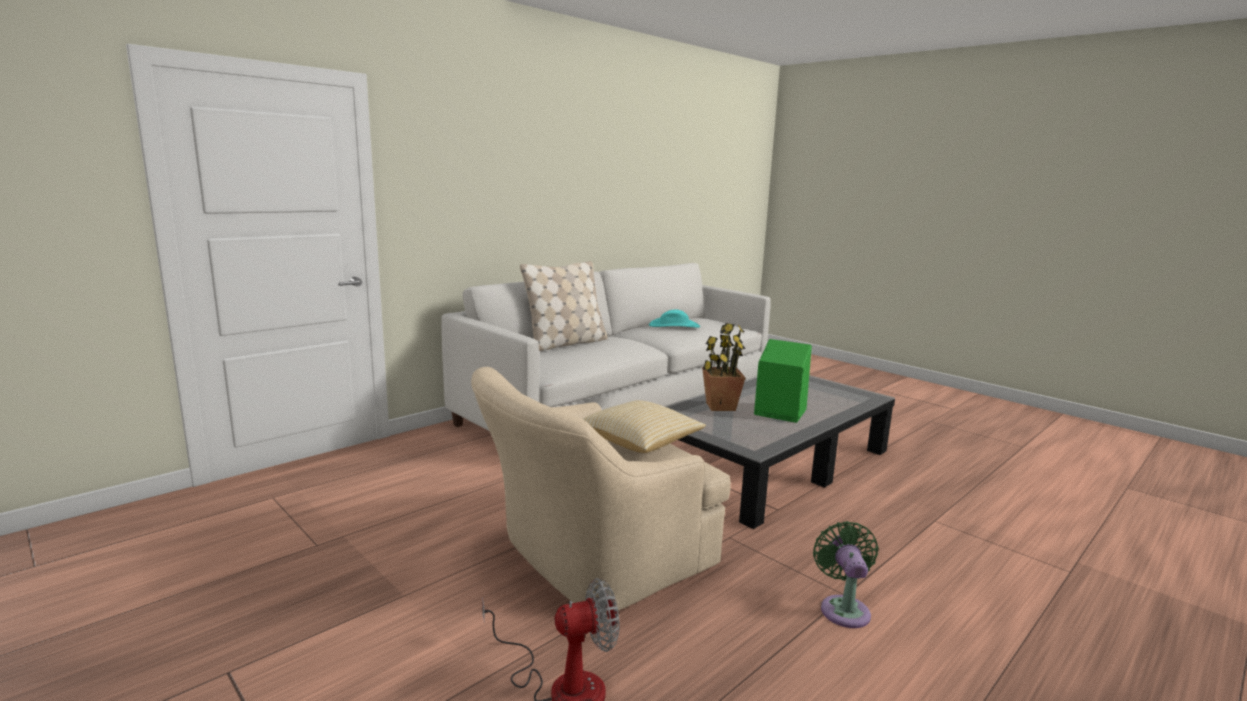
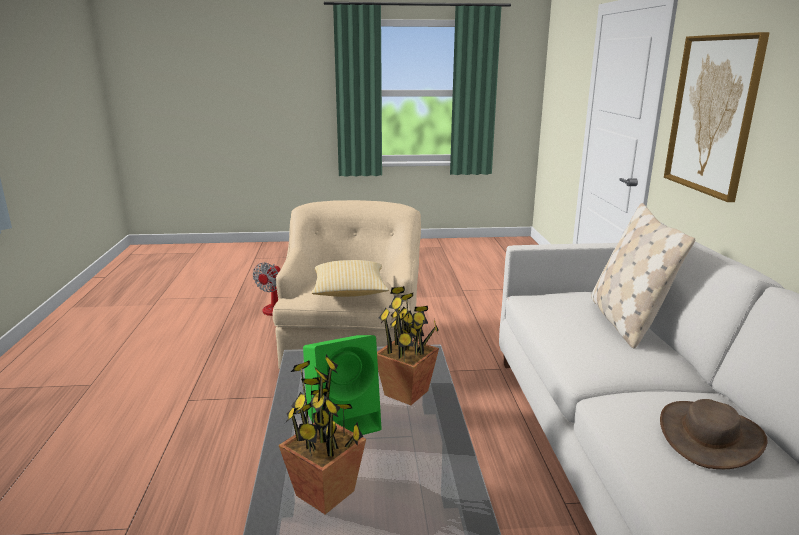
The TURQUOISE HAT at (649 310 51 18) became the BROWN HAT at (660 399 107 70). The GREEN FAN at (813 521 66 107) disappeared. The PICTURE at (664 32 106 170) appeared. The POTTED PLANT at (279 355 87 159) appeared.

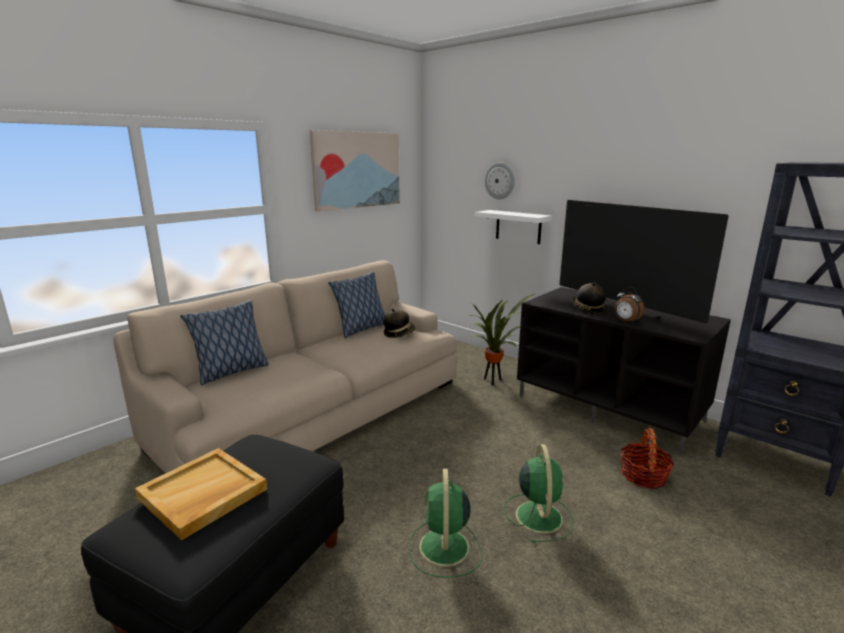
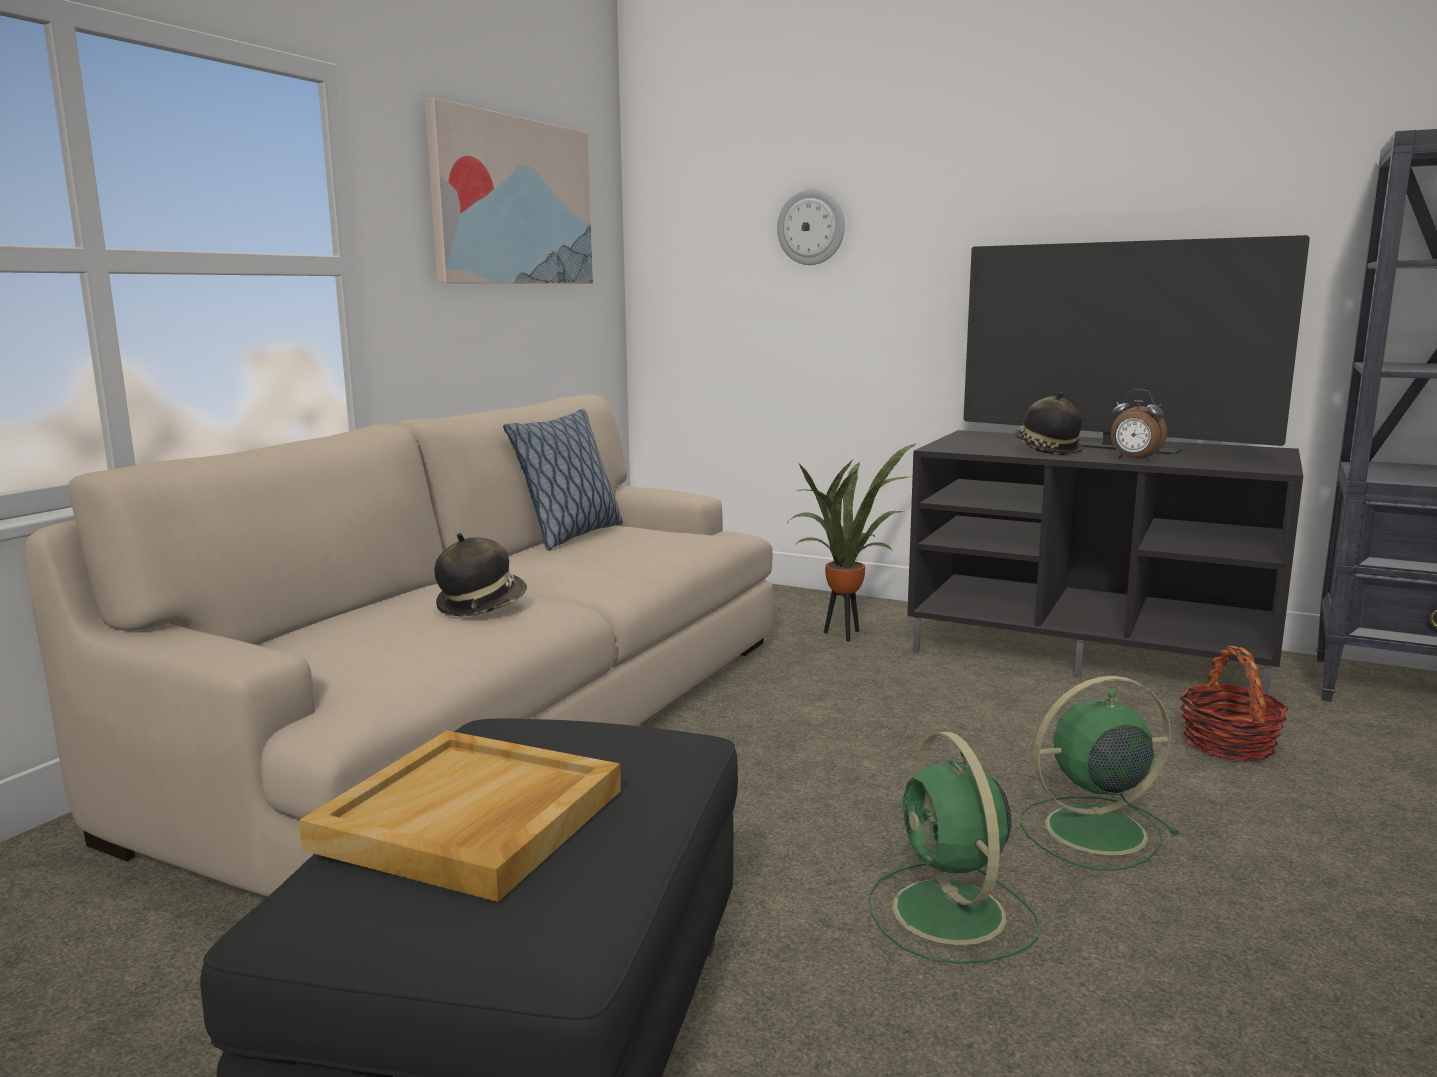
The WHITE SHELF at (475 210 77 34) disappeared. The PILLOW at (180 300 89 86) disappeared. The HAT moved from (384 308 31 30) to (435 533 92 83). The GREEN FAN at (504 444 70 99) turned 90 degrees counterclockwise.

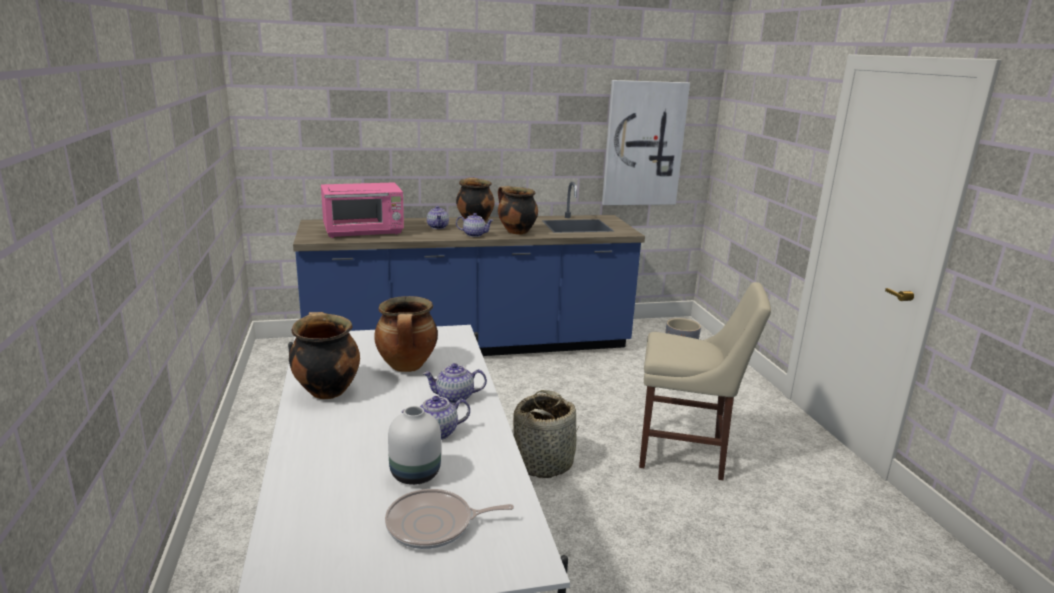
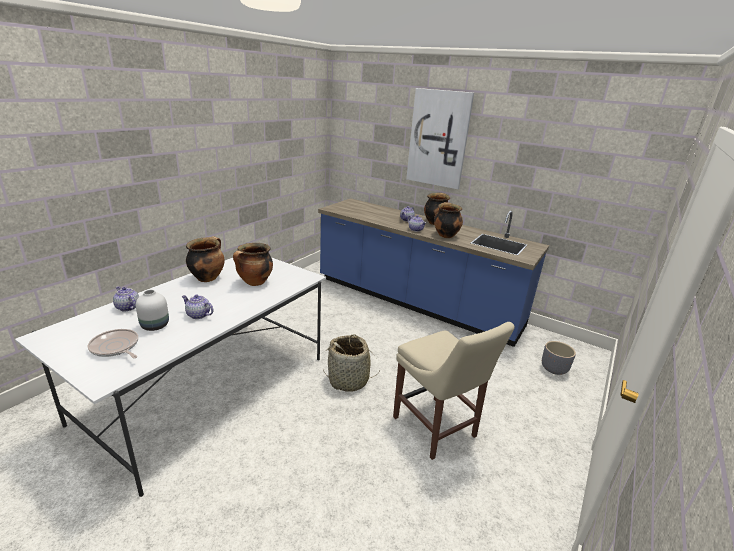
The PICTURE moved from (602 80 88 125) to (406 88 68 101). The PINK MICROWAVE at (321 182 83 56) disappeared. The TEAPOT moved from (423 363 64 41) to (113 286 26 25).

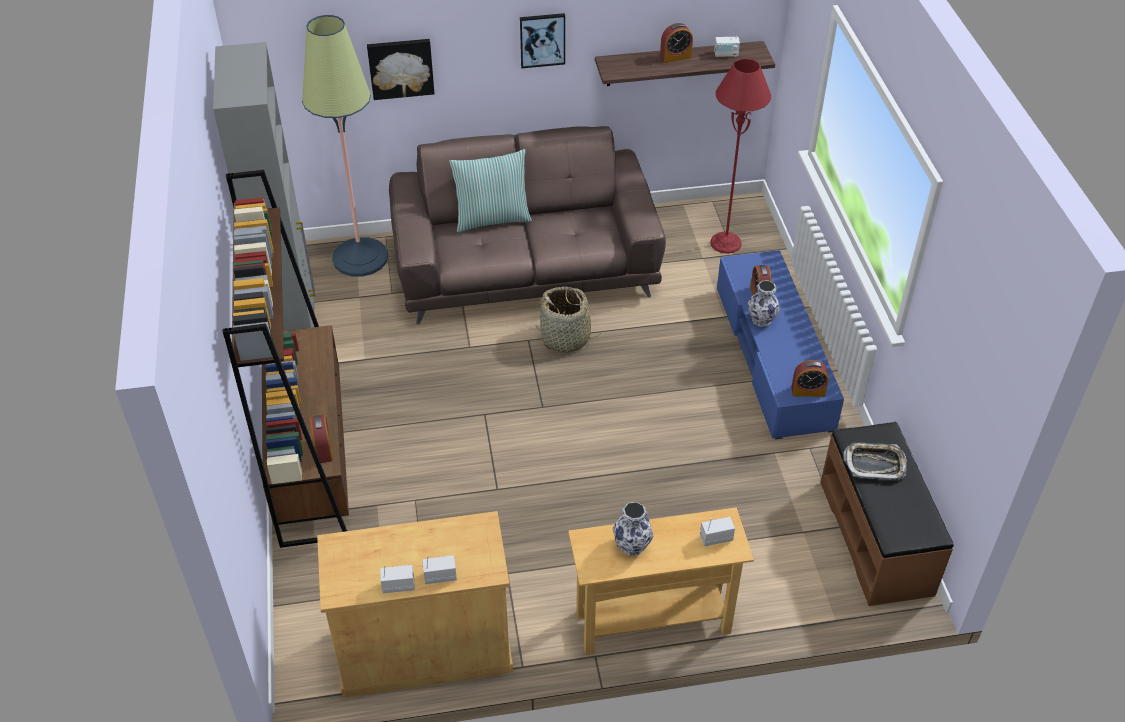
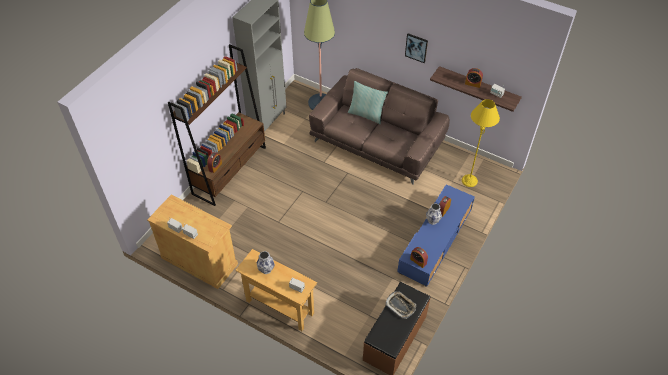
The PICTURE at (367 39 68 61) disappeared. The RED FLOOR LAMP at (710 58 61 196) became the YELLOW FLOOR LAMP at (462 99 38 88). The BASKET at (536 287 65 66) disappeared.

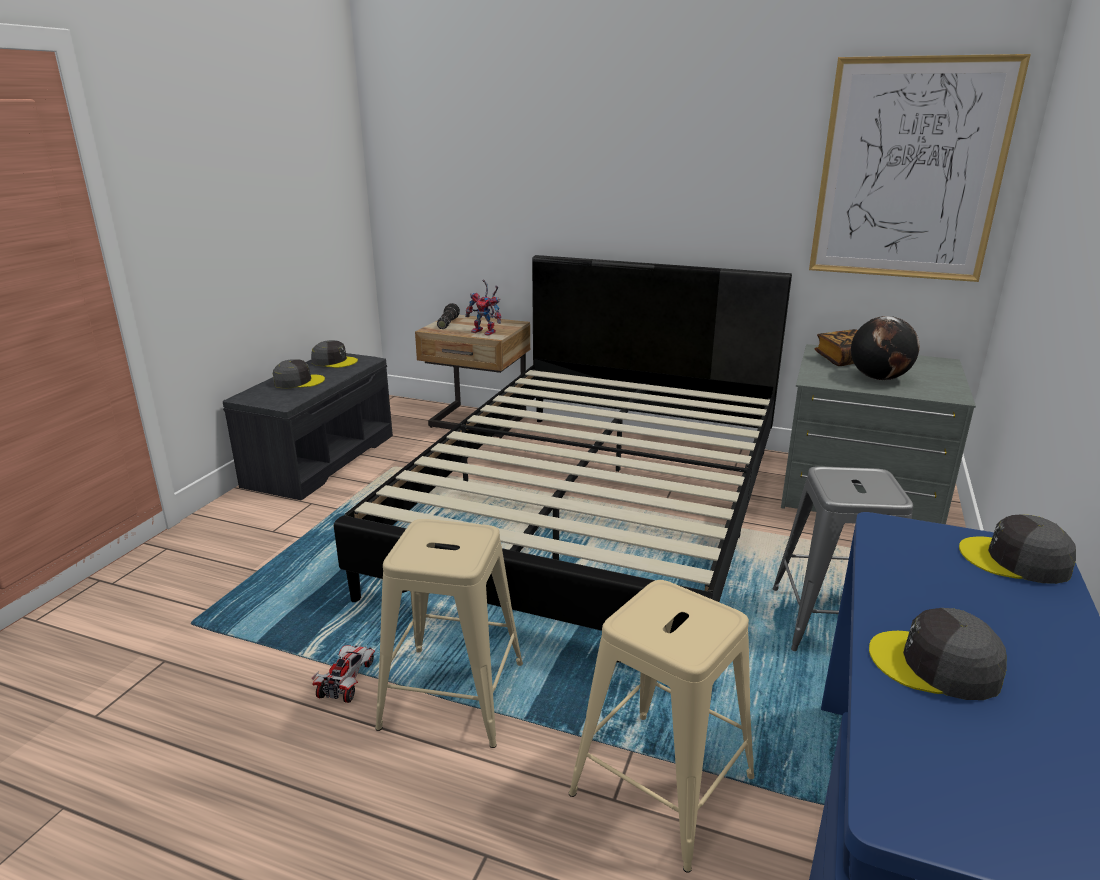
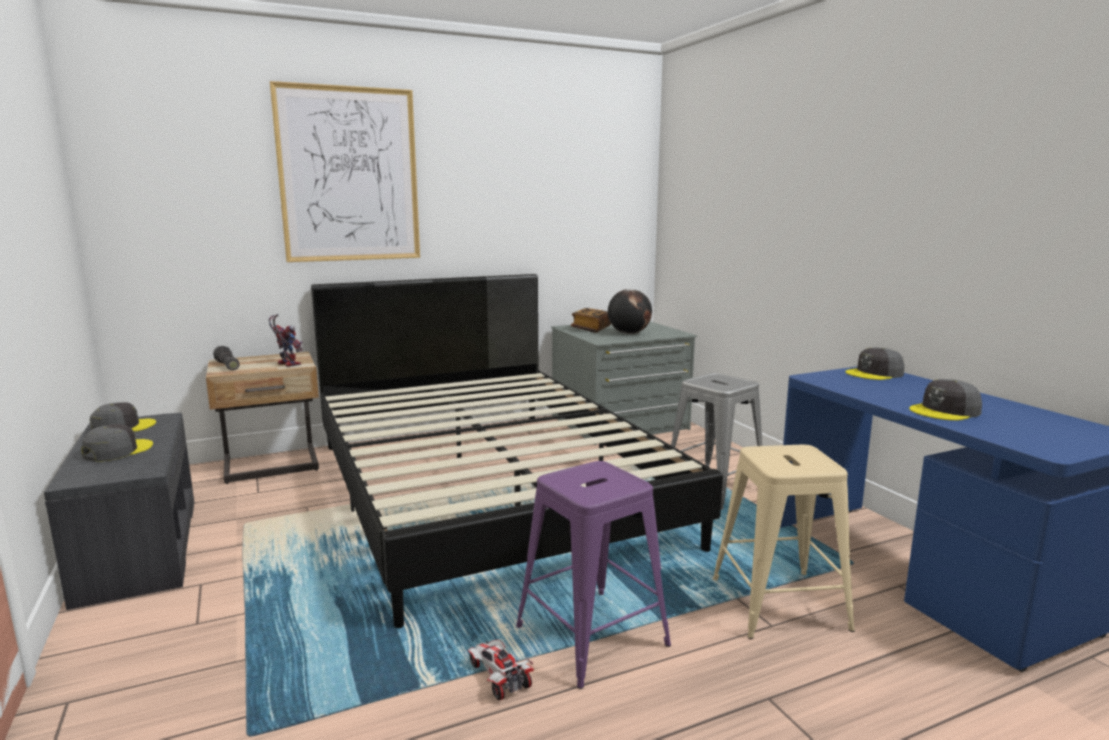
The PICTURE moved from (809 54 222 228) to (270 81 150 181). The TOY ROBOT at (465 280 36 56) turned 120 degrees counterclockwise. The BEIGE STOOL at (375 519 148 229) became the PURPLE STOOL at (516 461 155 228).

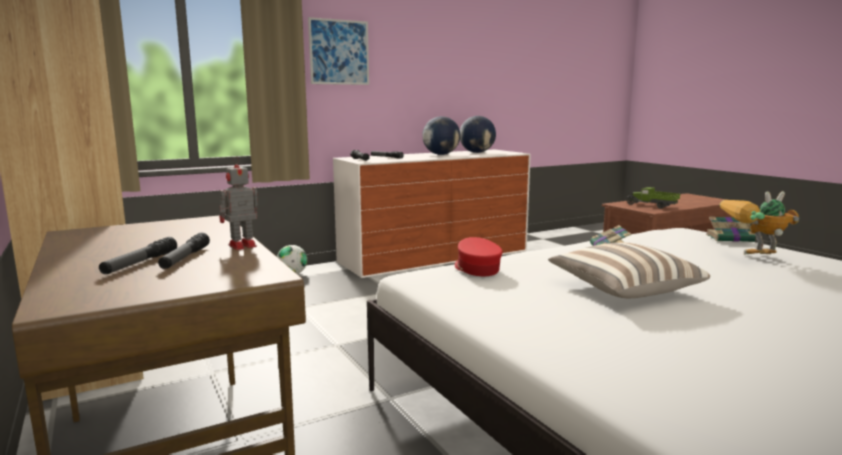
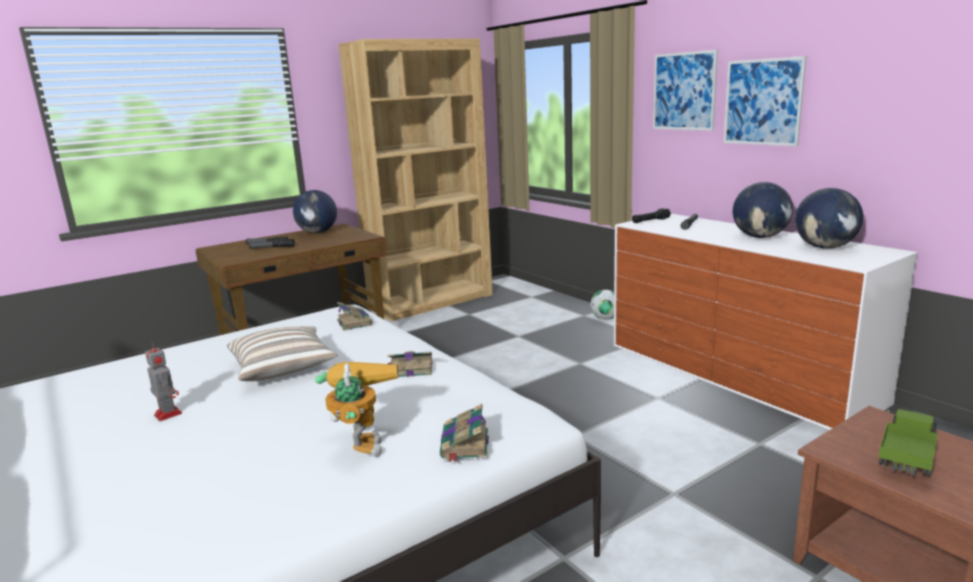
The TOY ROBOT moved from (220 156 38 94) to (145 342 37 79). The RED CAP at (455 237 48 39) was replaced by the BOOK at (337 302 36 29). The PICTURE at (724 56 82 90) appeared. The GLOBE at (293 190 44 43) appeared.

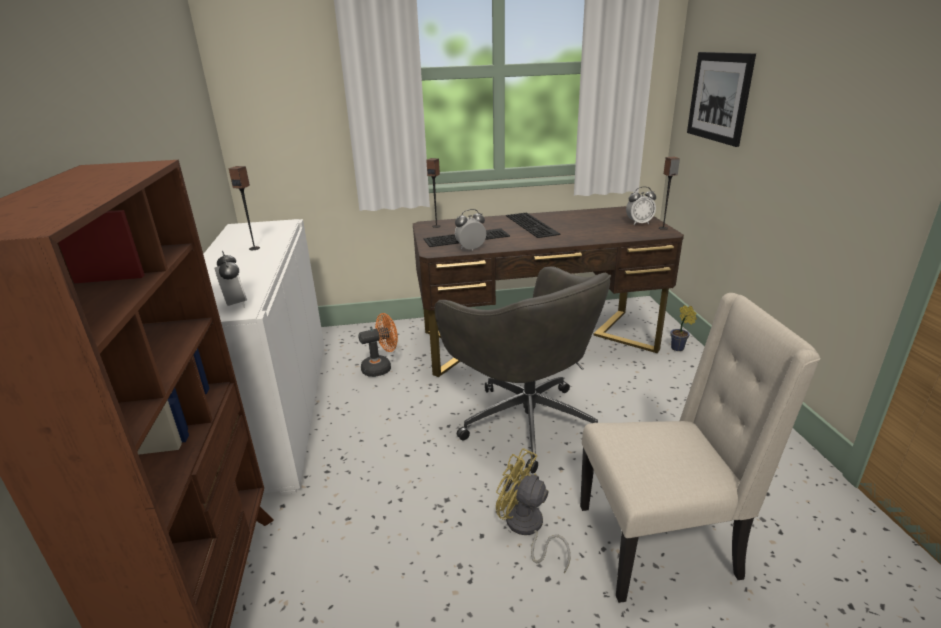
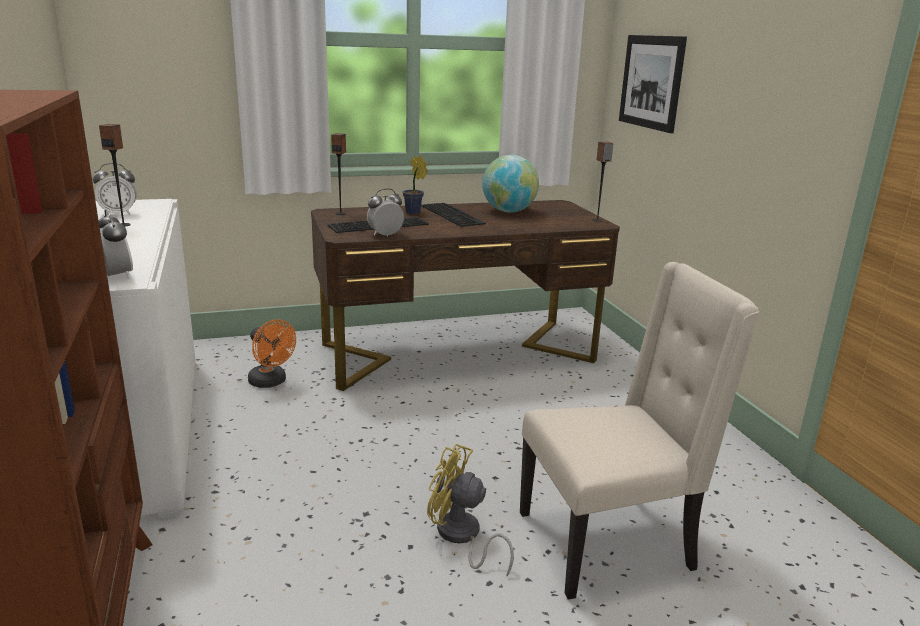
The ALARM CLOCK moved from (626 187 30 38) to (92 163 44 53). The GREY OFFICE CHAIR at (434 266 177 208) disappeared. The POTTED PLANT moved from (671 305 26 46) to (403 155 25 59). The ORANGE FAN at (358 313 40 64) turned 75 degrees clockwise. The GLOBE at (482 155 57 57) appeared.

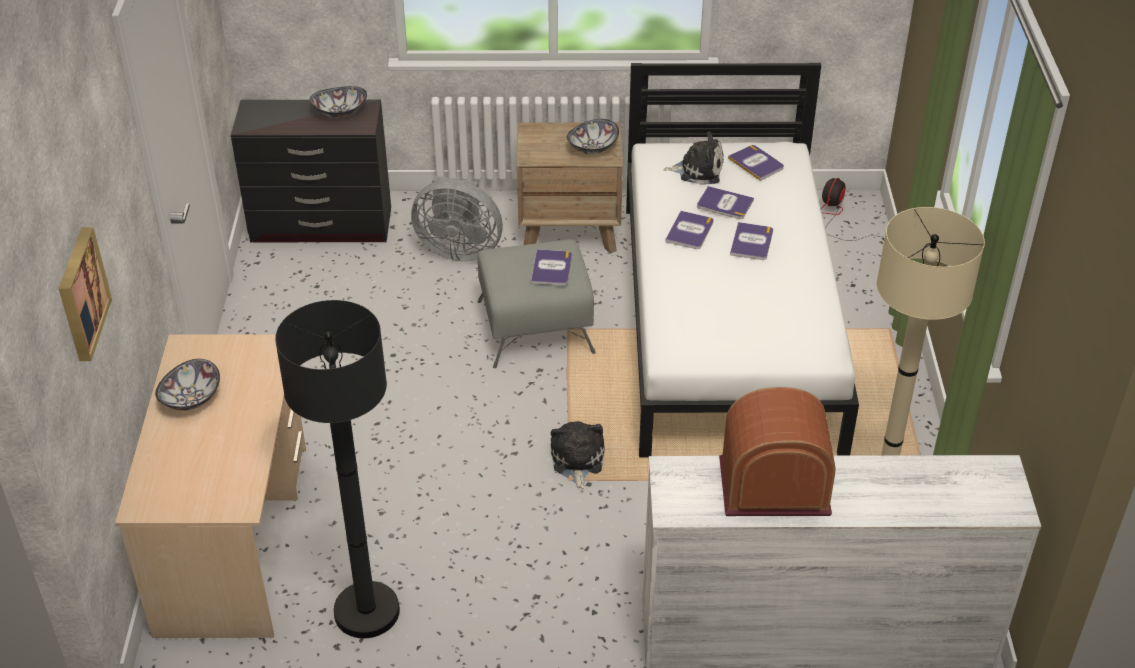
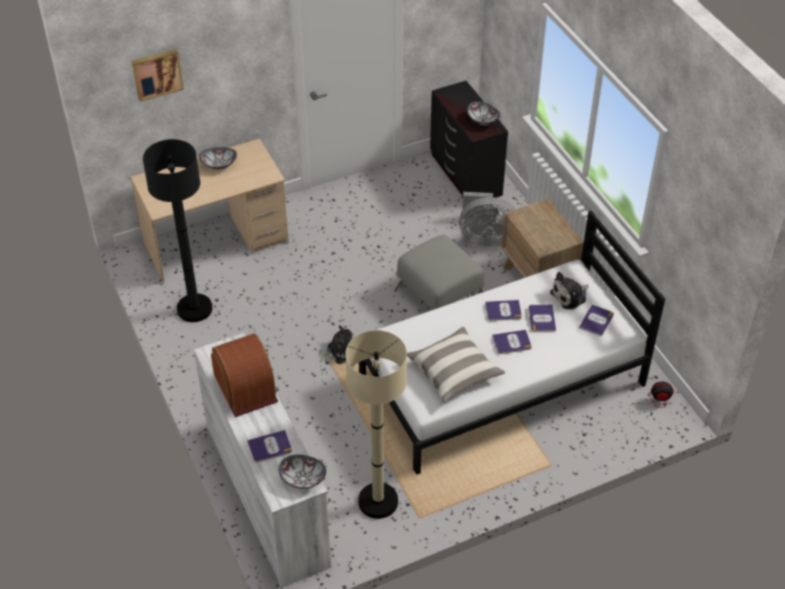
The BOWL moved from (567 119 52 35) to (279 455 47 34). The PLUSH TOY at (663 131 61 54) turned 75 degrees clockwise. The GREY FAN at (411 176 92 86) turned 75 degrees counterclockwise. The BOOK moved from (531 249 41 37) to (247 430 45 33). The PILLOW at (407 326 98 77) appeared.

